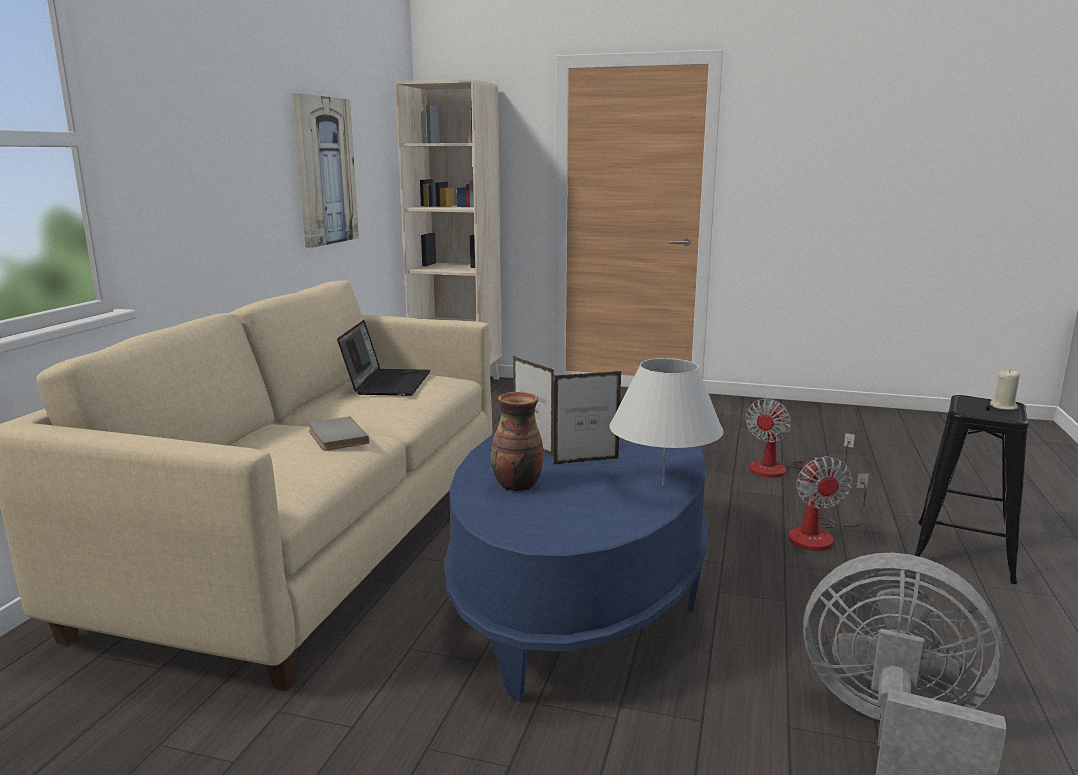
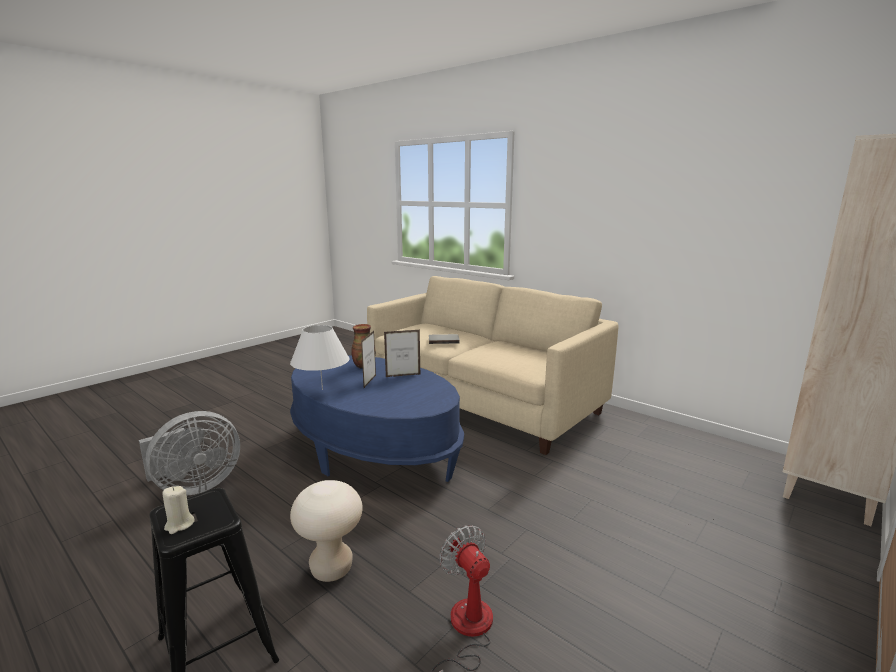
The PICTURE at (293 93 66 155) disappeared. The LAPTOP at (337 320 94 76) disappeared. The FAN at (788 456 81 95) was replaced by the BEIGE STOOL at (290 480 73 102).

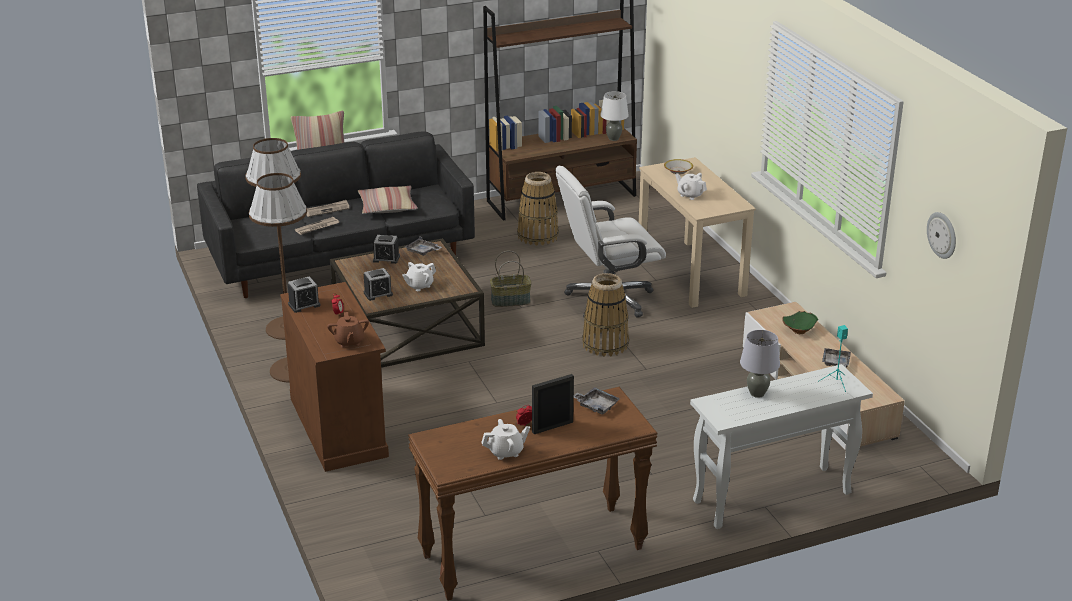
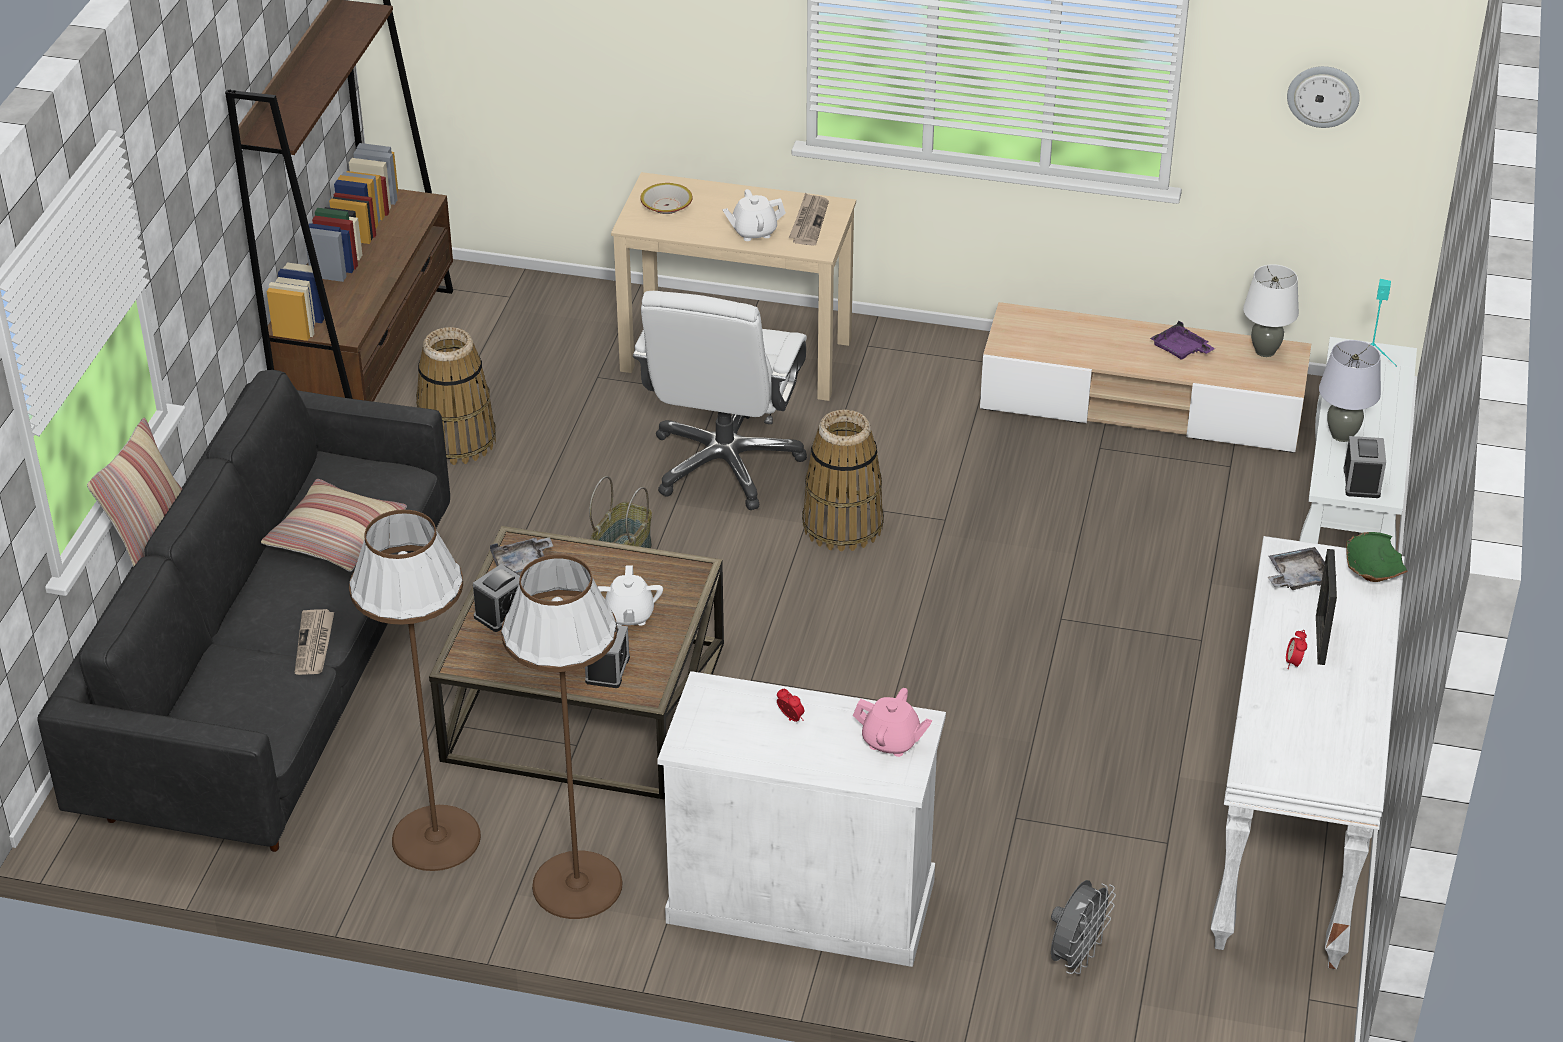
The WHITE TABLE LAMP moved from (600 91 29 50) to (1243 264 56 93). The NEWSPAPER moved from (306 200 44 17) to (789 193 40 53). The ALARM CLOCK moved from (288 276 33 37) to (1344 436 42 62). The BROWN CABINET at (280 282 109 190) became the WHITE CABINET at (657 671 289 296). The GREEN BOWL moved from (782 311 36 23) to (1346 532 61 50). The BROWN TEAPOT at (327 312 42 36) became the PINK TEAPOT at (853 688 79 69). The GREY TRAY at (822 348 29 20) became the PURPLE TRAY at (1150 320 65 39). The BROWN CONSOLE TABLE at (408 387 250 214) became the WHITE CONSOLE TABLE at (1211 536 194 434). The WHITE TEAPOT at (481 419 49 41) disappeared. The GREY FAN at (1051 880 65 94) appeared.

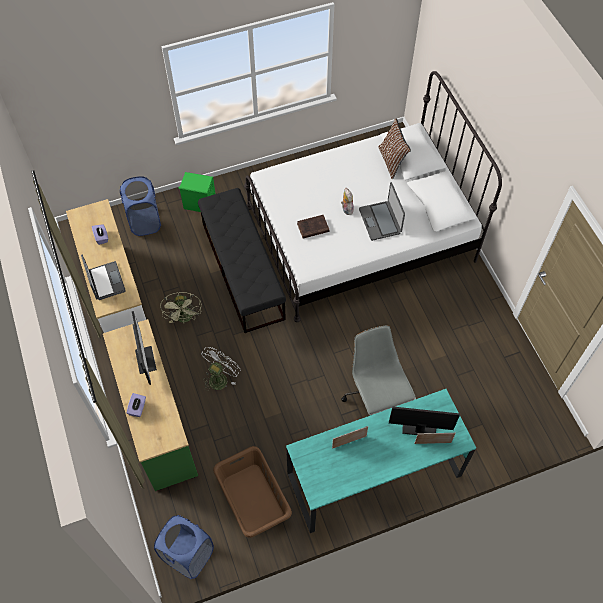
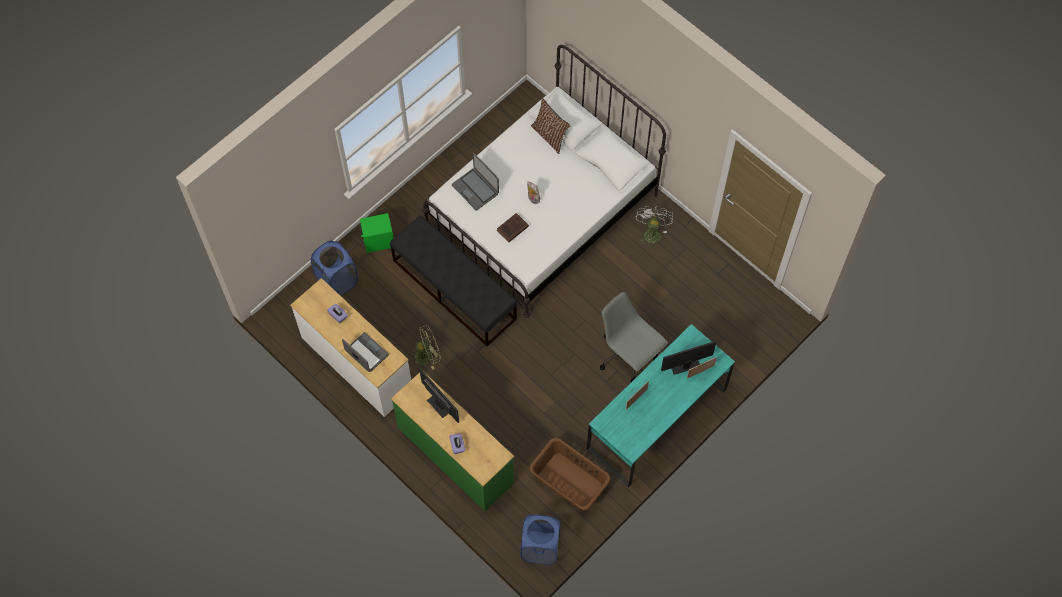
The LAPTOP moved from (359 182 46 59) to (452 153 47 58). The GREEN FAN at (160 292 41 32) turned 75 degrees counterclockwise. The WHITE FAN moved from (201 347 39 44) to (635 206 38 41).

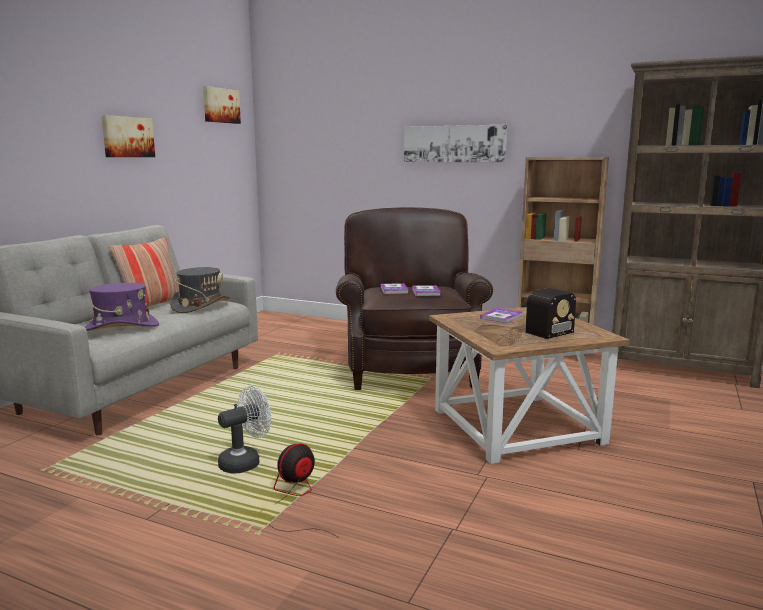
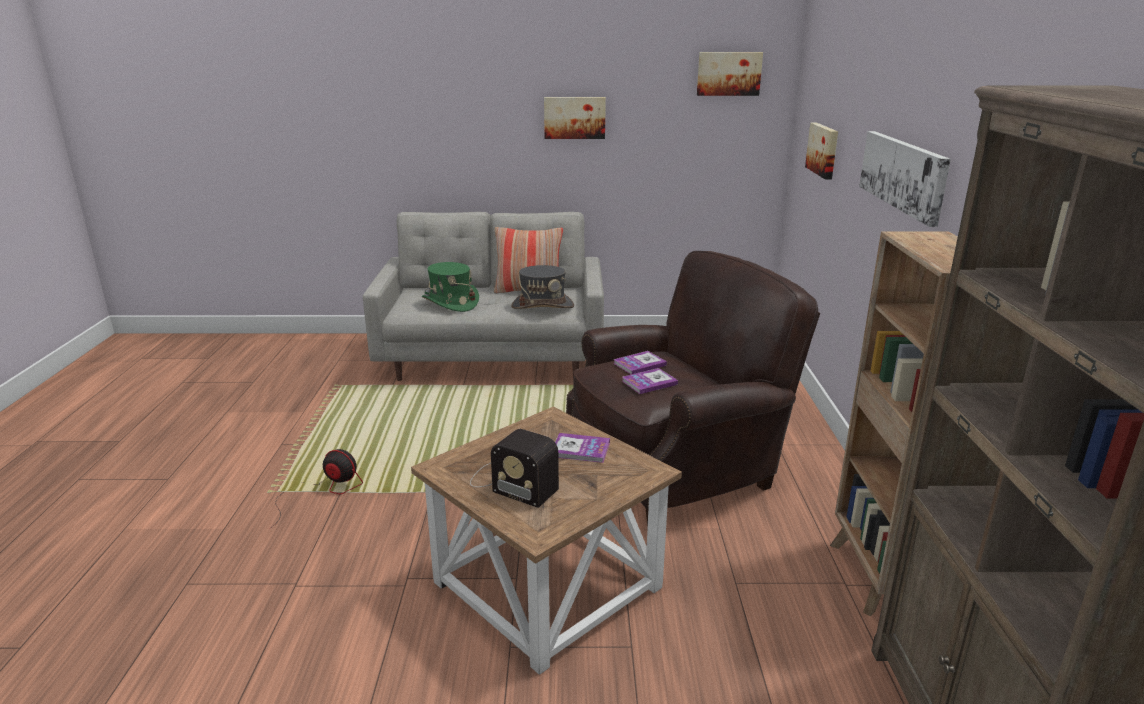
The PURPLE HAT at (85 283 74 48) became the GREEN HAT at (422 262 57 50). The WHITE FAN at (218 386 53 88) disappeared. The PICTURE at (805 123 33 57) appeared.

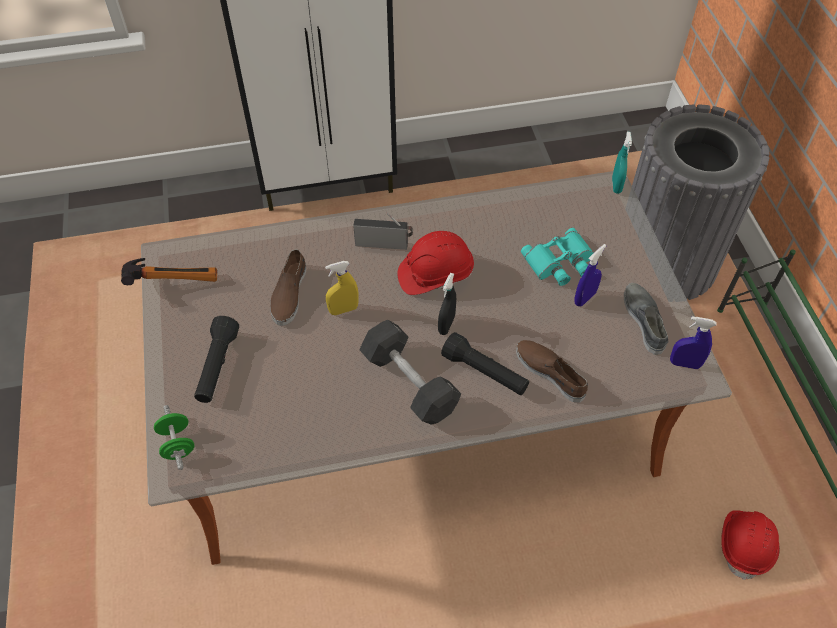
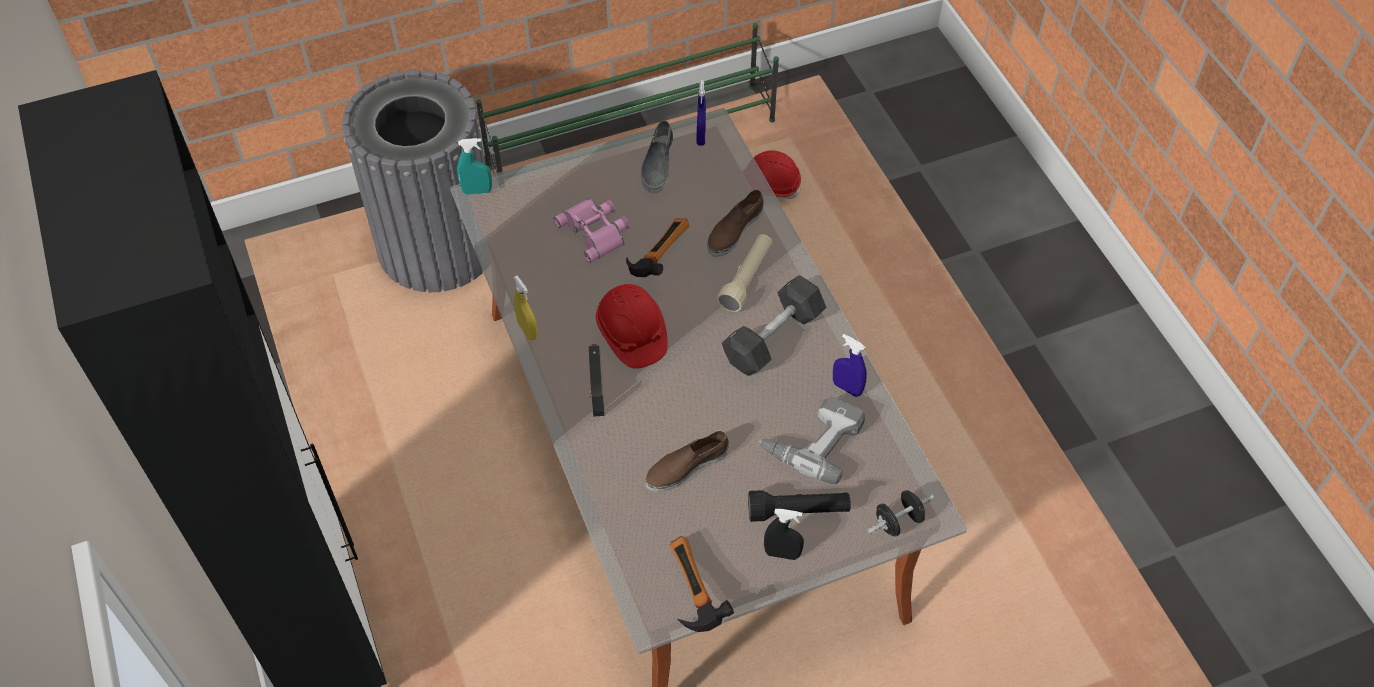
The TURQUOISE BINOCULARS at (521 228 73 58) became the PINK BINOCULARS at (554 199 76 64). The BLUE SPRAY BOTTLE moved from (574 244 32 62) to (833 334 34 63). The BROWN SHOE at (270 249 36 77) turned 150 degrees clockwise. The YELLOW SPRAY BOTTLE moved from (325 261 34 54) to (514 275 24 65). The BLACK SPRAY BOTTLE moved from (438 273 18 62) to (764 509 40 51). The GREY SHOE at (624 283 44 72) turned 60 degrees counterclockwise. The BLACK FLASHLIGHT at (441 332 88 63) became the BEIGE FLASHLIGHT at (717 234 56 78). The GREEN DUMBBELL at (154 405 40 65) became the BLACK DUMBBELL at (868 490 66 47). The HAMMER at (626 218 63 59) appeared. The POWER DRILL at (759 397 106 87) appeared.

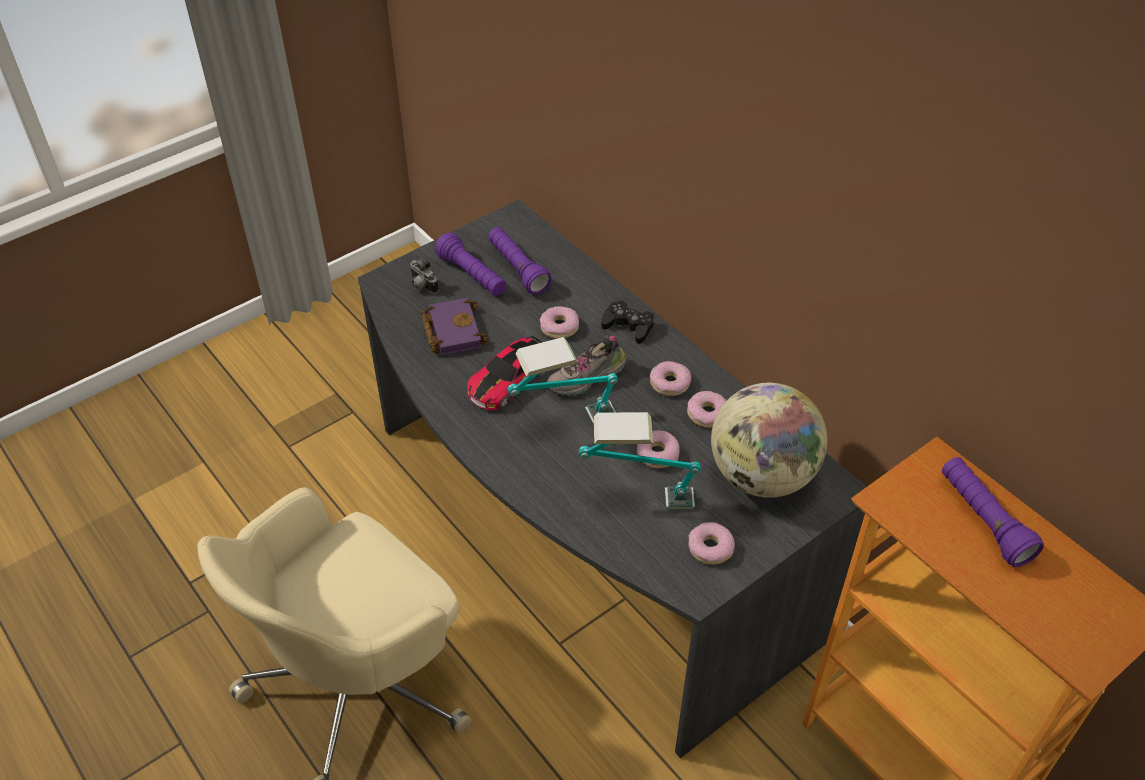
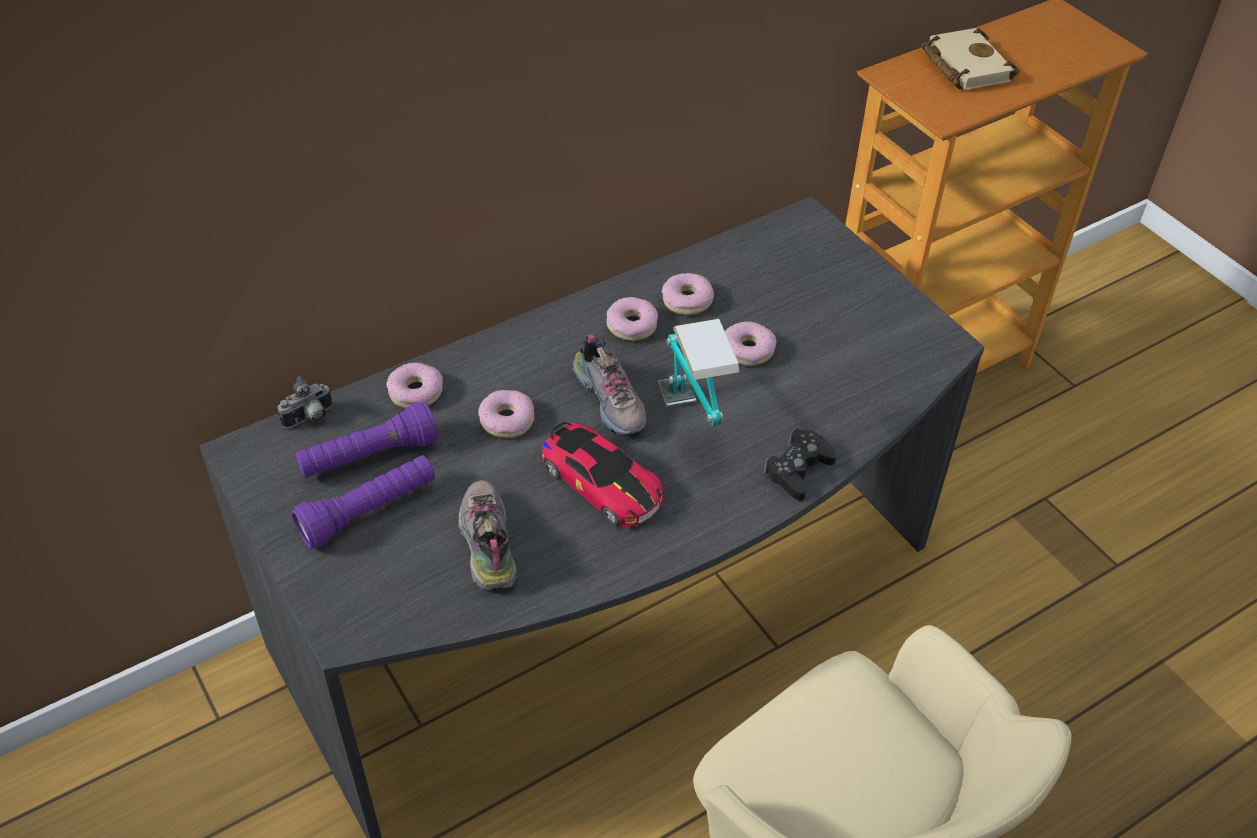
The PHOTO CAMERA moved from (410 258 29 36) to (278 376 55 52). The PURPLE BOOK at (421 298 67 57) was replaced by the SHOE at (458 480 59 111). The BLACK GAME CONTROLLER moved from (601 300 53 44) to (764 428 72 73). The GLOBE at (711 383 116 115) disappeared. The TABLE LAMP at (579 412 122 97) disappeared. The PURPLE FLASHLIGHT at (942 457 102 110) was replaced by the BEIGE BOOK at (922 28 97 62). The DONUT moved from (688 522 47 43) to (386 363 57 45).

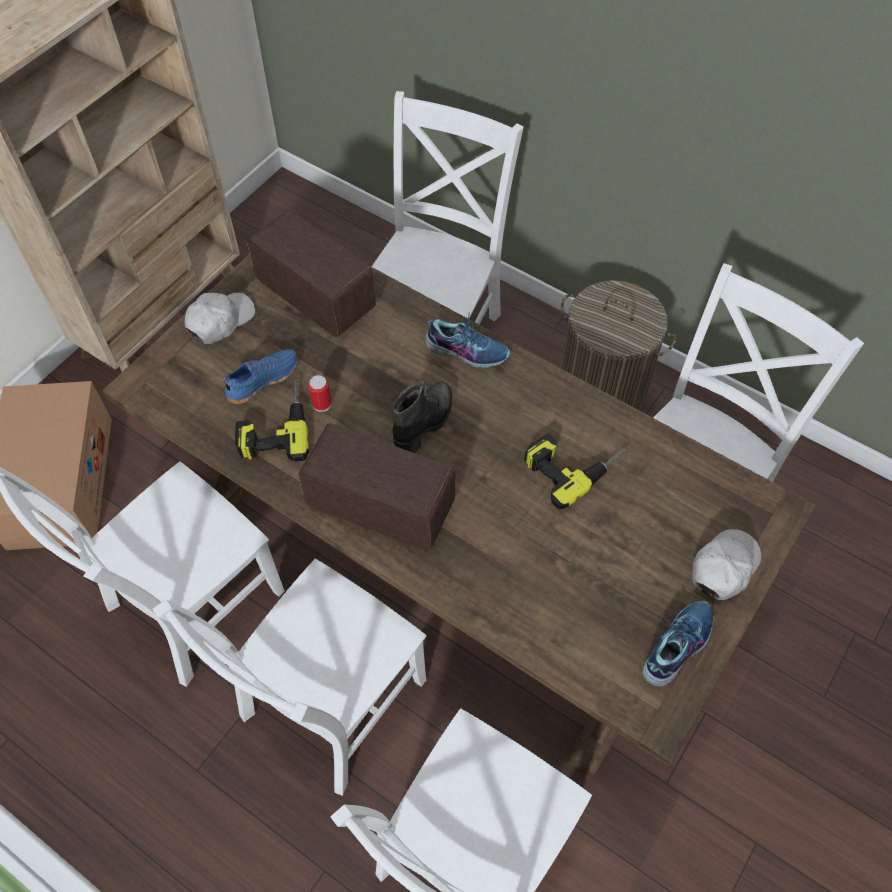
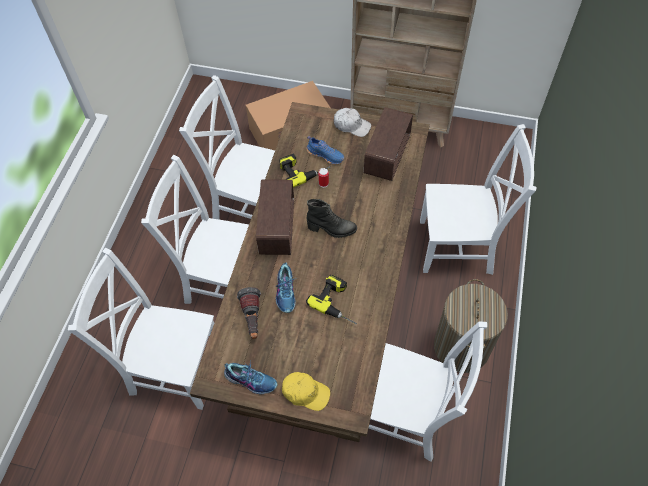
The SHOE moved from (425 312 85 57) to (275 262 22 51). The WHITE CAP at (692 529 70 71) became the YELLOW CAP at (282 372 48 39). The FLASHLIGHT at (237 287 24 52) appeared.

